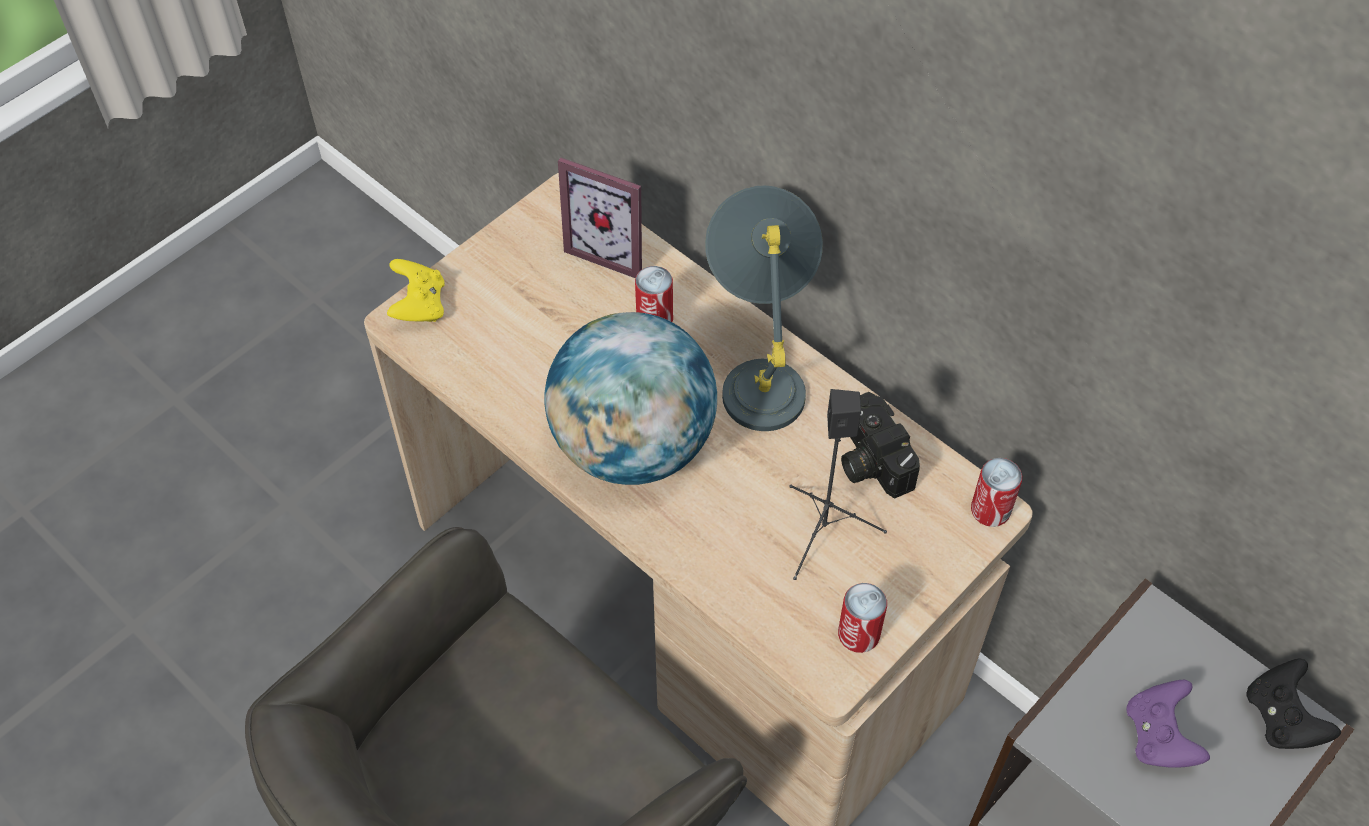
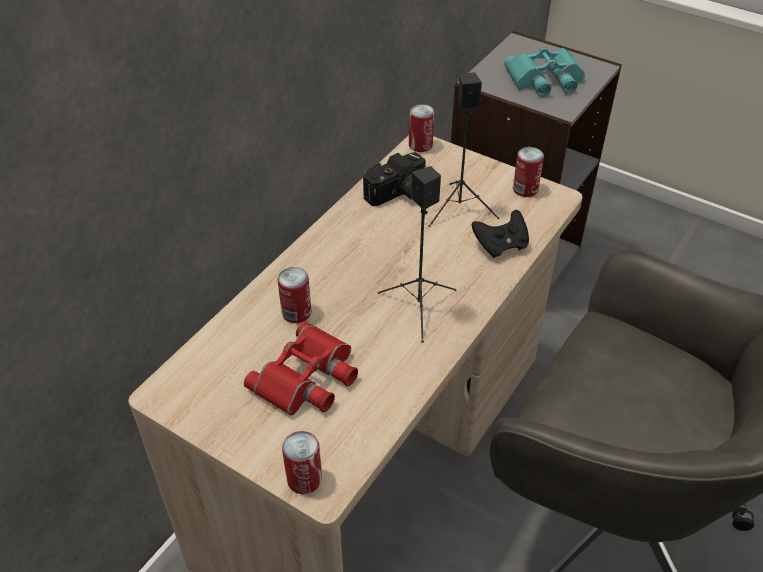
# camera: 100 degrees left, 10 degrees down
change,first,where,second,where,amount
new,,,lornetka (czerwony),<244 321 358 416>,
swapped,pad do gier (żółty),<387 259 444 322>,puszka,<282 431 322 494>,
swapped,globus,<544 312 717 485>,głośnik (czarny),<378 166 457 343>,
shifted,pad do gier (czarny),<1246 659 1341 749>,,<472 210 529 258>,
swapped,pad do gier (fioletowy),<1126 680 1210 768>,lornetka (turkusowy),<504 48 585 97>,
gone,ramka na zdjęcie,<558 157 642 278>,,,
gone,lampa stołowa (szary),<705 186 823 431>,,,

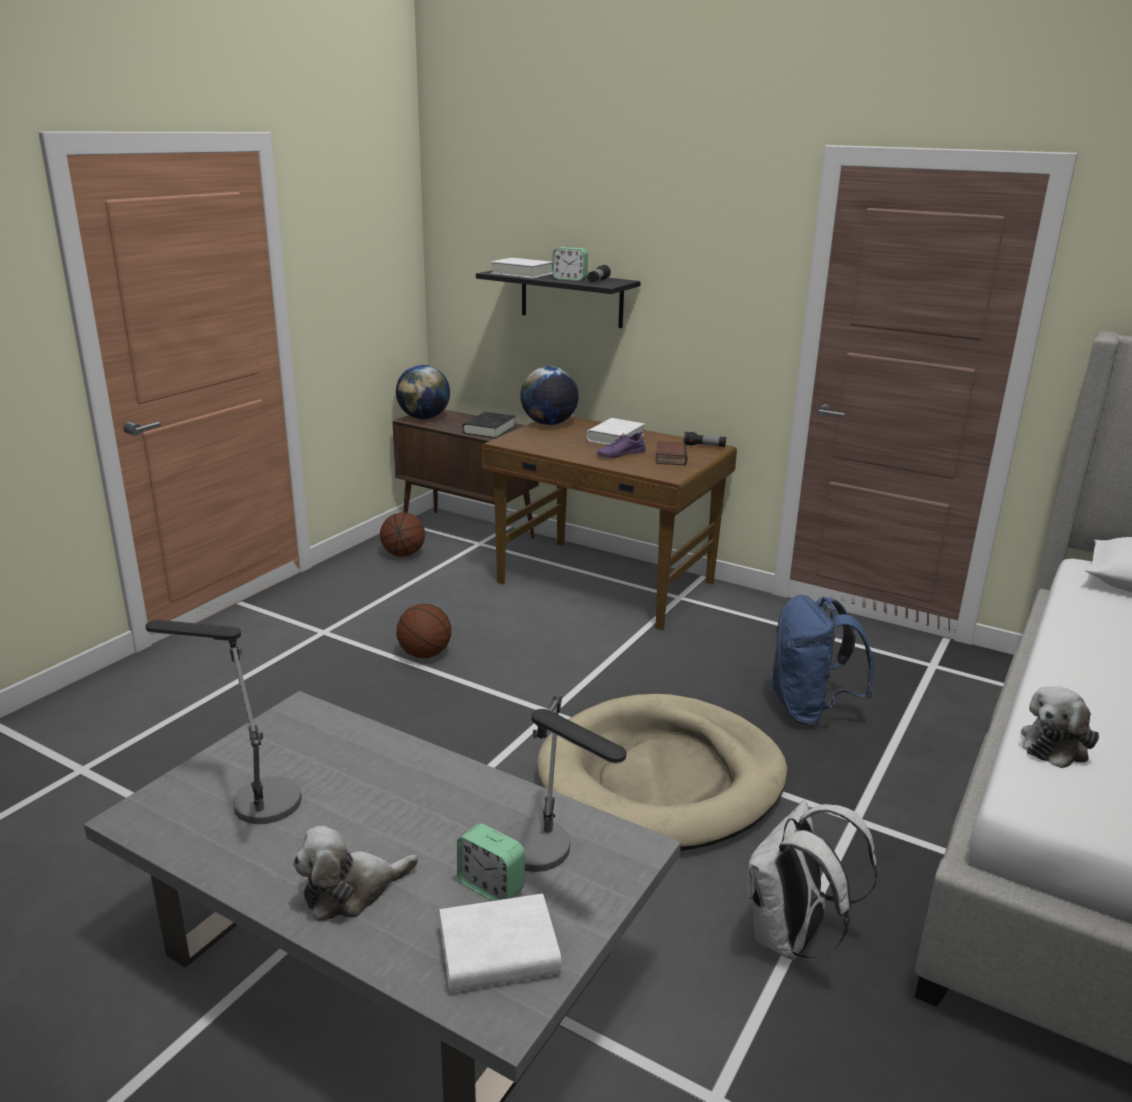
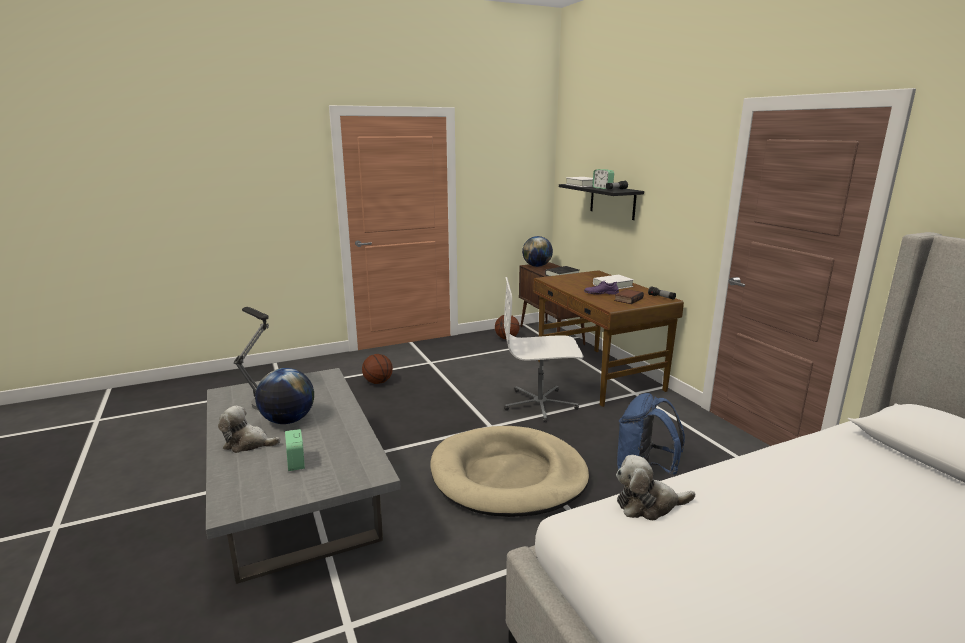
# camera: 35 degrees right, 5 degrees down
change,first,where,second,where,amount
shifted,globus,<520 366 579 425>,,<255 368 314 424>,
shifted,piłka do koszykówki,<397 604 451 658>,,<362 354 393 384>,
new,,,krzesło biurowe (biały),<504 277 583 423>,
gone,książka (biały),<439 894 561 992>,,,
gone,lampa stołowa,<504 696 627 872>,,,
gone,plecak (biały),<747 800 877 960>,,,

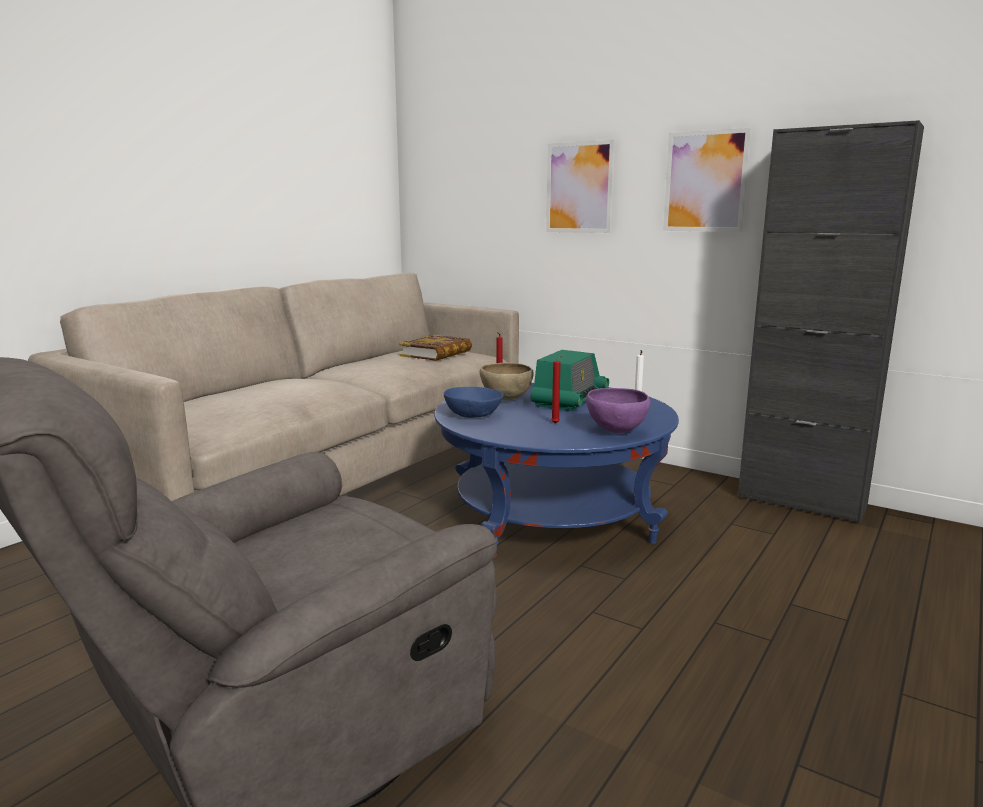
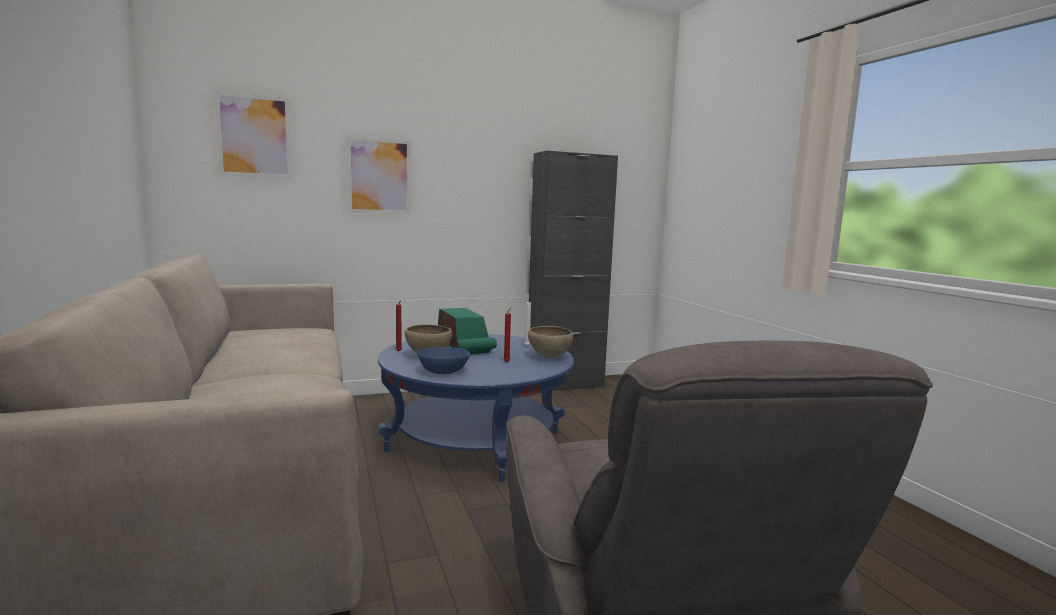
# camera: 55 degrees left, 5 degrees down
change,first,where,second,where,amount
shifted,obraz,<663 128 751 232>,,<215 92 292 178>,
repainted,miska (fioletowy),<586 388 651 433>,miska (brązowy),<528 326 573 358>,
gone,książka,<399 335 472 361>,,,

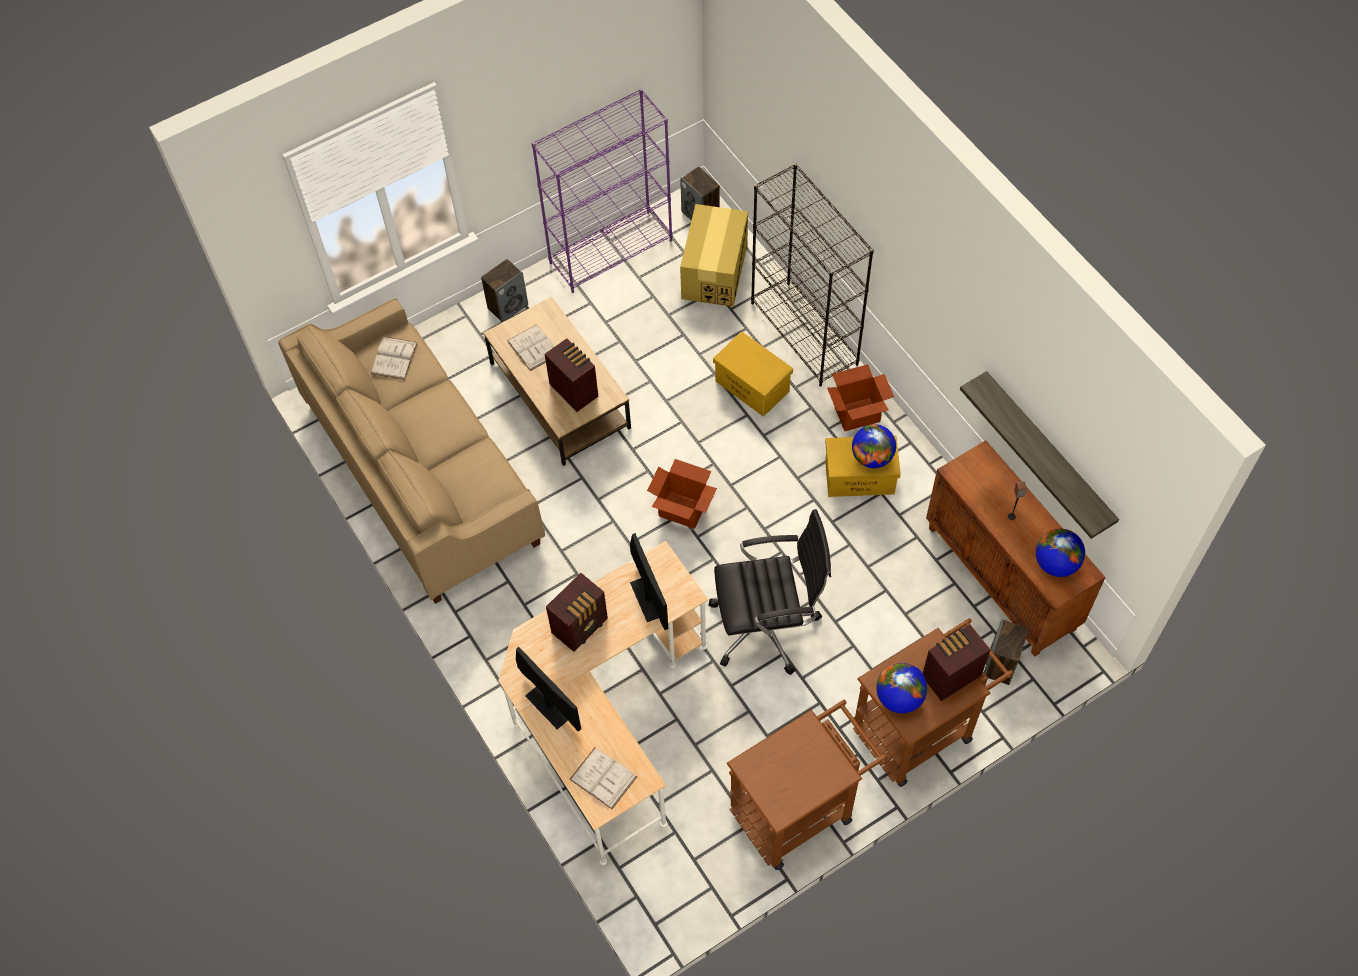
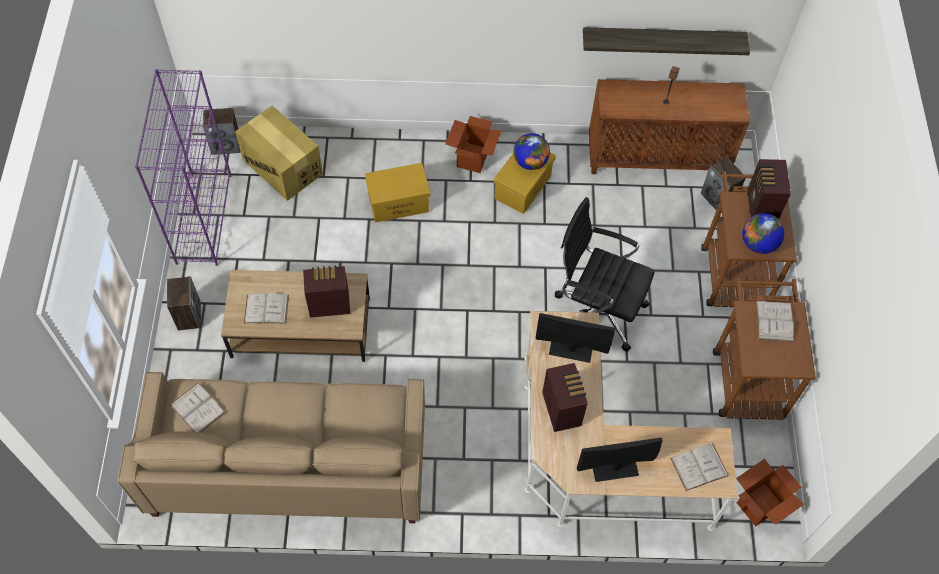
# camera: 60 degrees left, 0 degrees up
change,first,where,second,where,amount
rotated,krzesło biurowe (czarny),<709 509 831 675>,,<555 197 654 352>,90 degrees counterclockwise
shifted,karton,<647 459 717 529>,,<736 459 804 526>,
new,,,książka (biały),<756 300 794 342>,
gone,regał (czarny),<751 163 874 387>,,,
gone,globus,<1036 528 1085 577>,,,

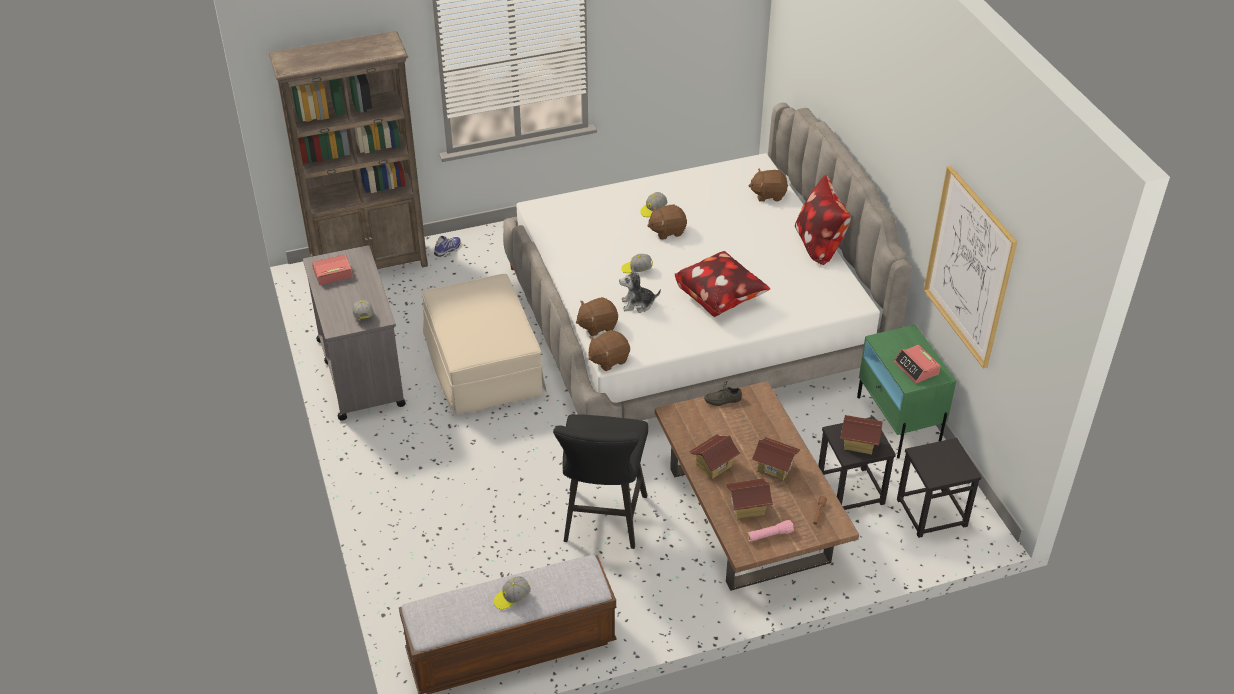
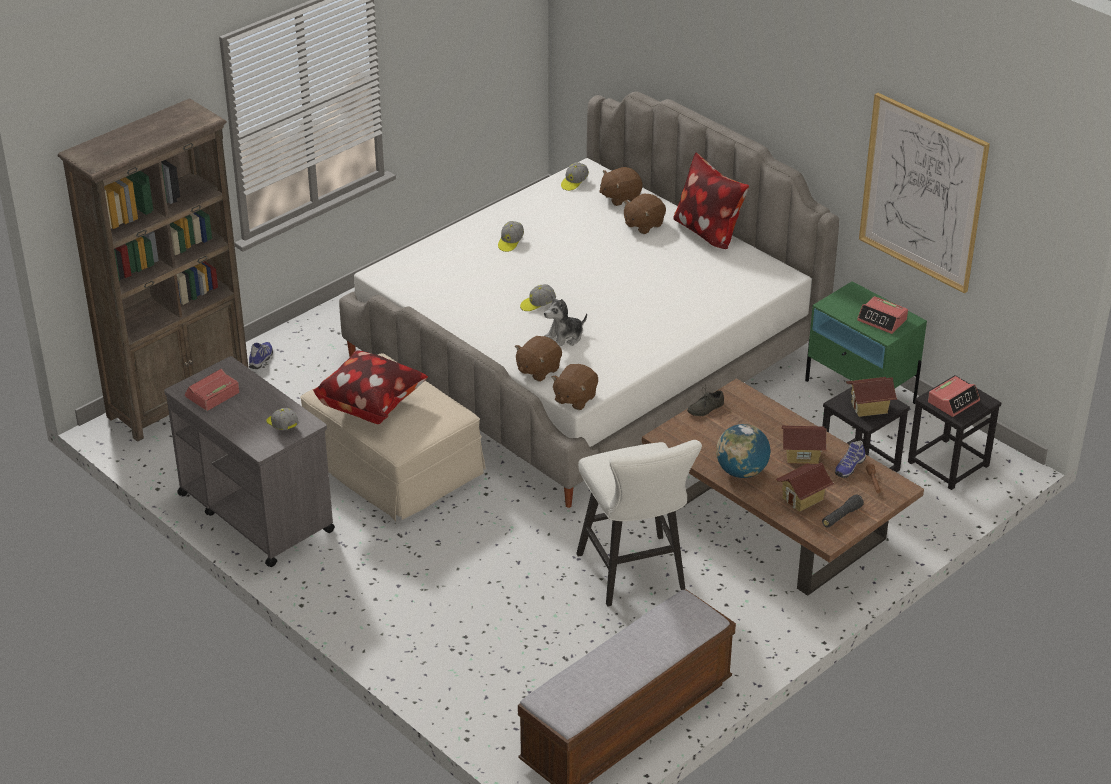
# camera: 25 degrees left, 5 degrees down
change,first,where,second,where,amount
shifted,poduszka,<675 251 770 317>,,<312 351 428 424>,
shifted,czapka z daszkiem,<494 576 531 609>,,<561 162 589 191>,
repainted,stołek (czarny),<553 414 648 549>,stołek (biały),<576 440 702 606>,
shifted,pluszak (brązowy),<647 204 687 240>,,<623 193 666 234>,
swapped,domek,<689 434 741 479>,globus,<716 424 770 478>,
repainted,latarka (różowy),<747 520 794 542>,latarka (czarny),<822 494 864 527>,
new,,,but,<835 441 866 478>,
new,,,budzik,<928 376 980 417>,

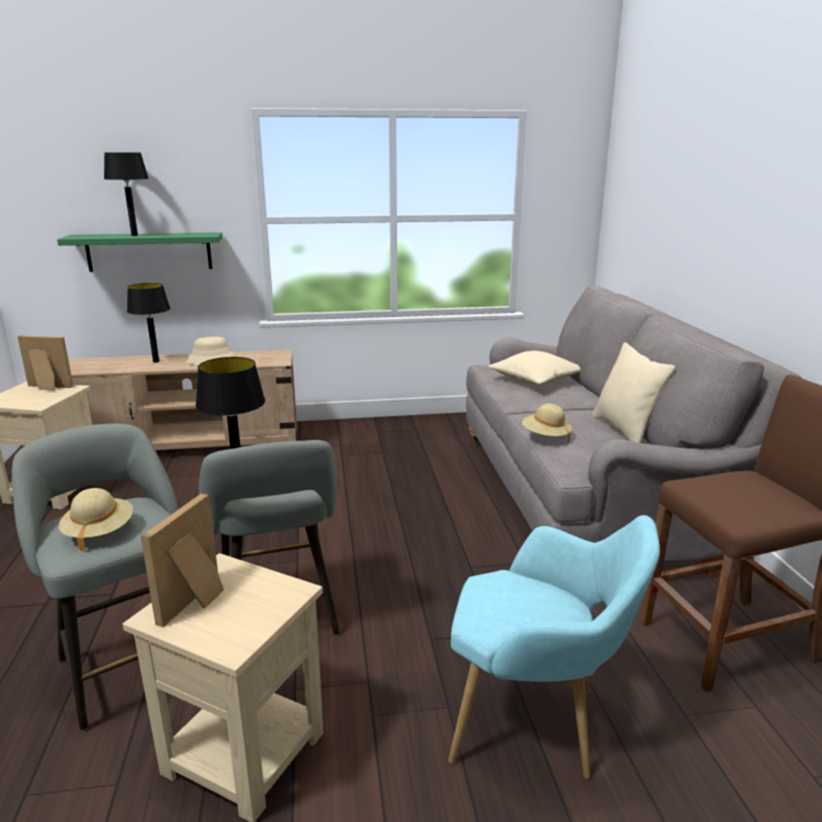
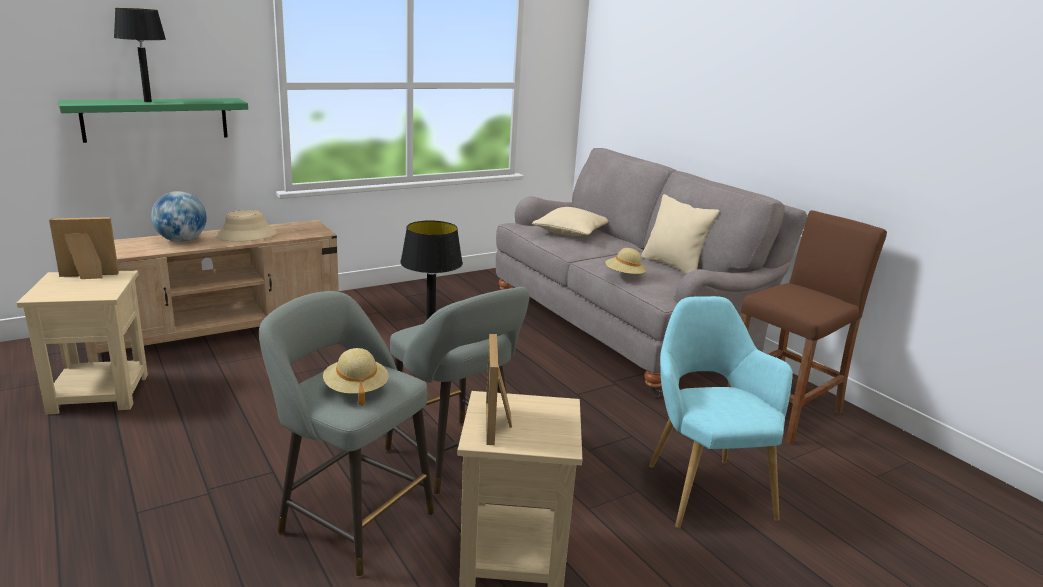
# camera: 25 degrees left, 0 degrees up
change,first,where,second,where,amount
swapped,lampa stołowa (czarny),<127 283 170 363>,globus,<151 191 207 242>,
rotated,fotel (turkusowy),<448 515 660 779>,,<649 296 793 528>,90 degrees counterclockwise

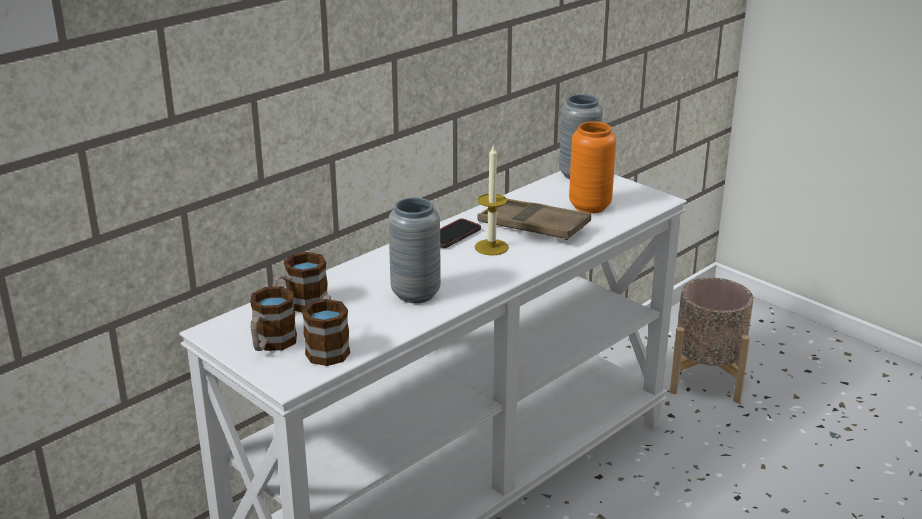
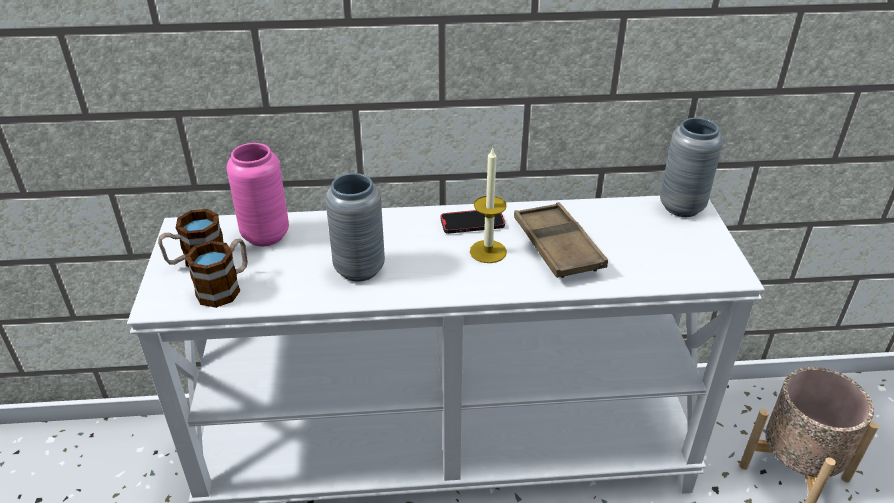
# camera: 40 degrees right, 10 degrees up
change,first,where,second,where,amount
swapped,kubek,<272 252 328 312>,wazon (różowy),<227 143 289 246>,
gone,wazon (pomarańczowy),<569 121 616 213>,,,

